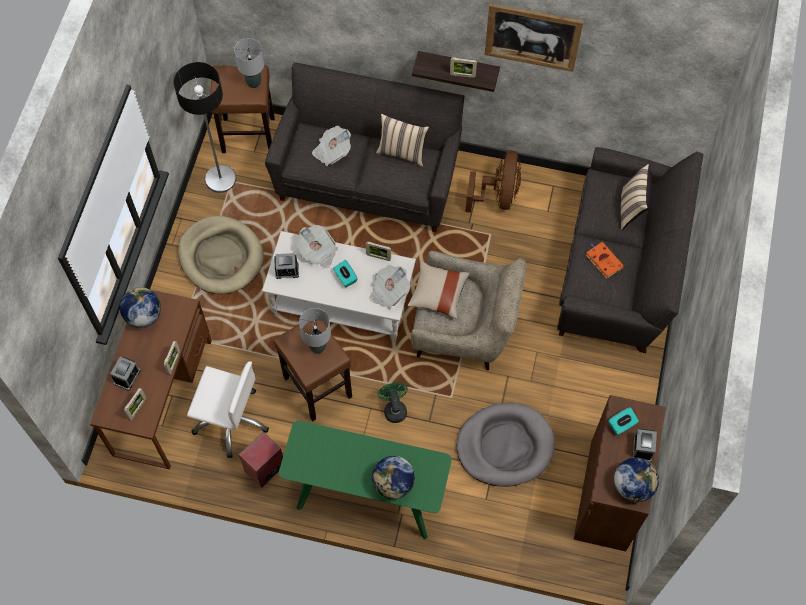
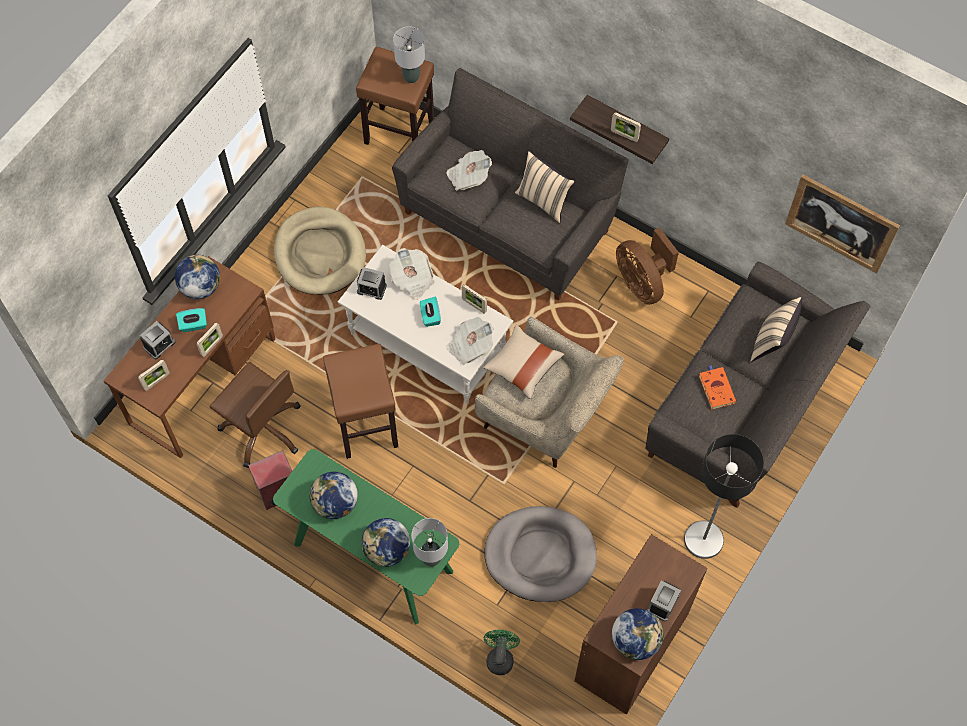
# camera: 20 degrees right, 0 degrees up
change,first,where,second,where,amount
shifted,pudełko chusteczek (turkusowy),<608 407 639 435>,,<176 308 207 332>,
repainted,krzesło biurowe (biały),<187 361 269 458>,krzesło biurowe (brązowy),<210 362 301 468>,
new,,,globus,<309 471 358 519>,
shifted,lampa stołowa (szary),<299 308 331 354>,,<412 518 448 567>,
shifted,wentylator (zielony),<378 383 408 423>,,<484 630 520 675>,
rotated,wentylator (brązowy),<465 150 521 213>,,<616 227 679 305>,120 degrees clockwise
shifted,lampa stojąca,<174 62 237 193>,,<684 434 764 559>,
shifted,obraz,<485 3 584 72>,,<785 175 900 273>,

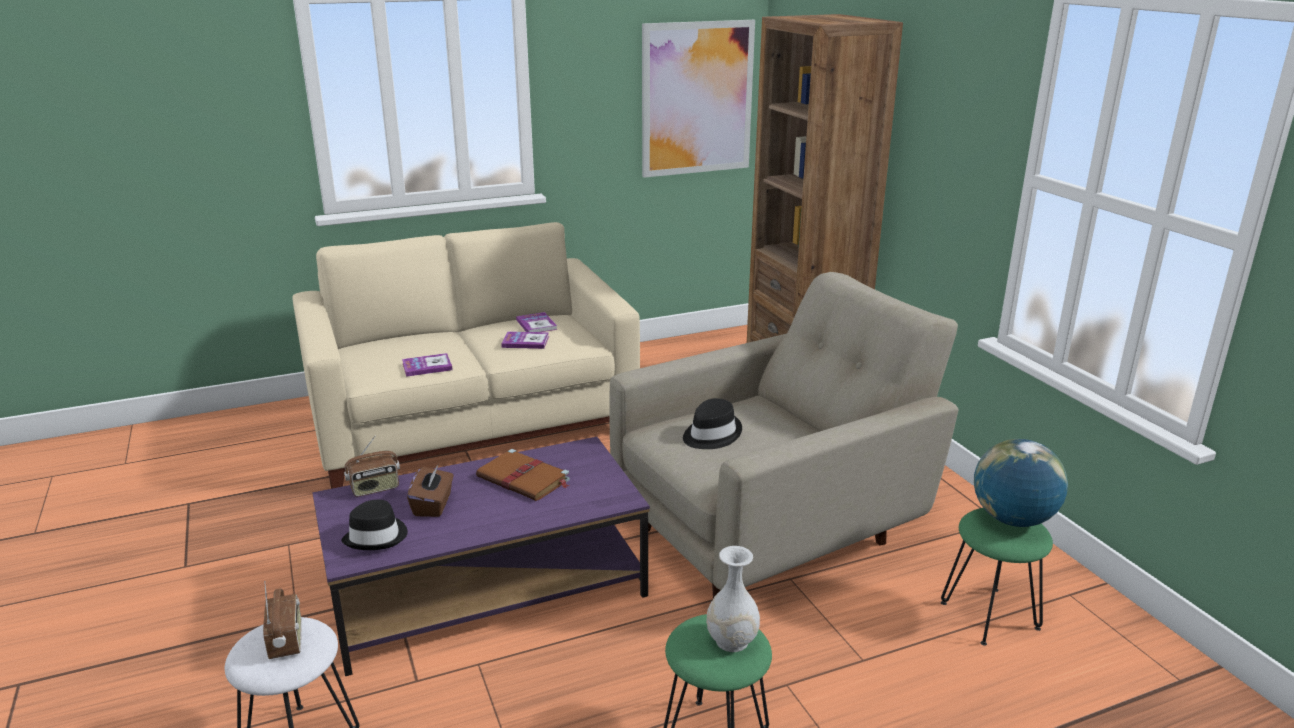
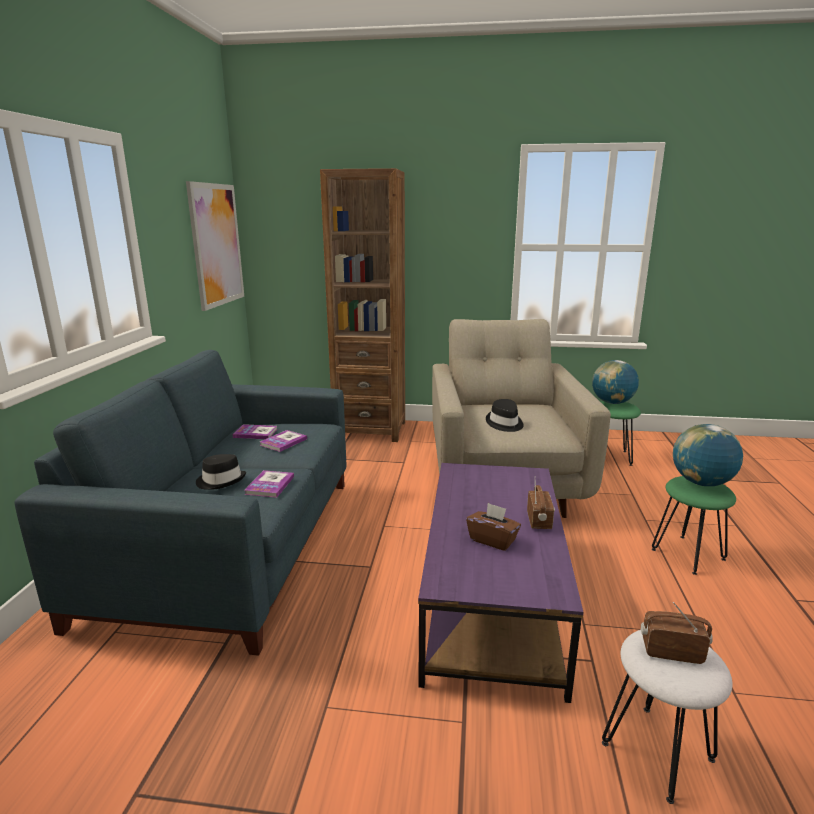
# camera: 60 degrees left, 5 degrees down
change,first,where,second,where,amount
repainted,kanapa (beżowy),<292 222 640 489>,kanapa (niebieski),<15 350 346 656>,
shifted,kapelusz (czarny),<341 500 408 550>,,<196 454 246 490>,
shifted,radio,<344 436 400 497>,,<527 482 555 529>,
swapped,wazon (biały),<706 546 760 652>,globus,<673 424 743 486>,
gone,książka (brązowy),<476 449 570 501>,,,

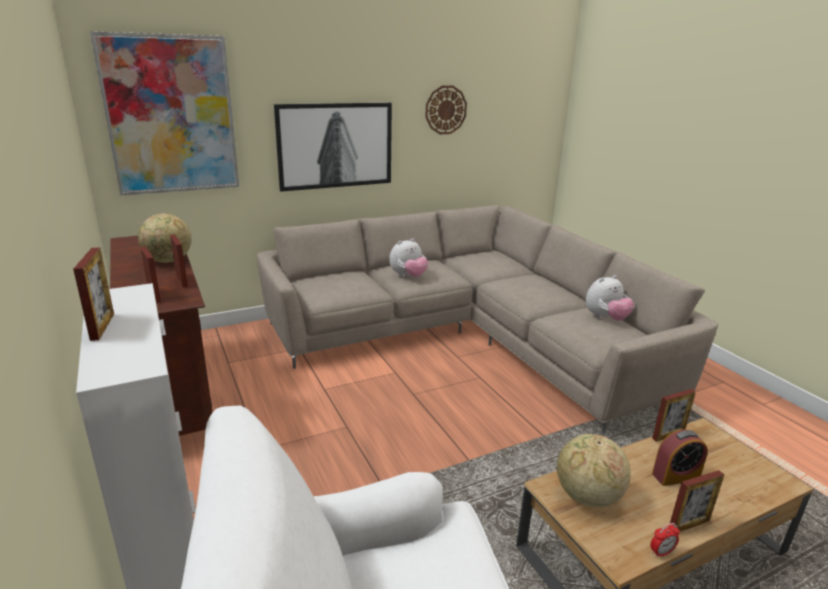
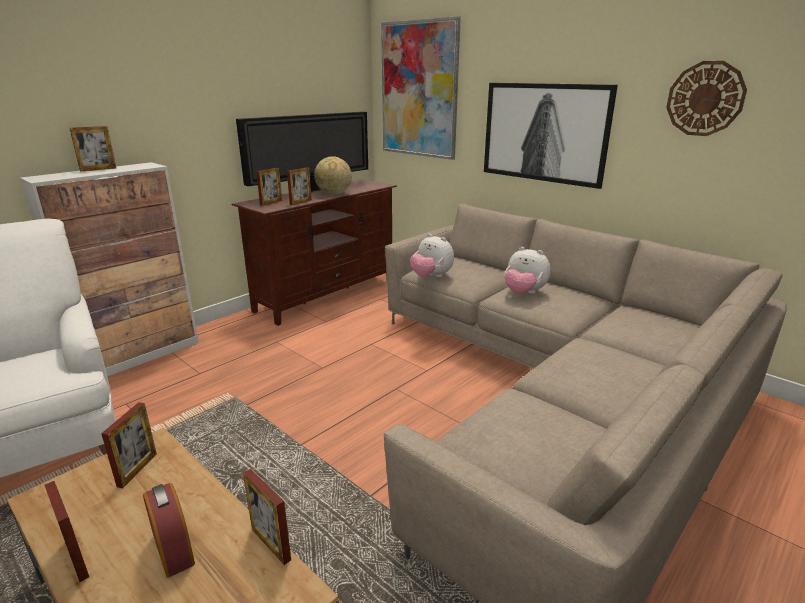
# camera: 70 degrees right, 0 degrees up
change,first,where,second,where,amount
swapped,globus,<557 434 631 507>,ramka na zdjęcie,<101 402 157 488>,
new,,,telewizor,<236 112 368 192>,
shifted,pluszak,<586 275 634 321>,,<410 234 454 278>,
gone,budzik,<651 523 680 558>,,,

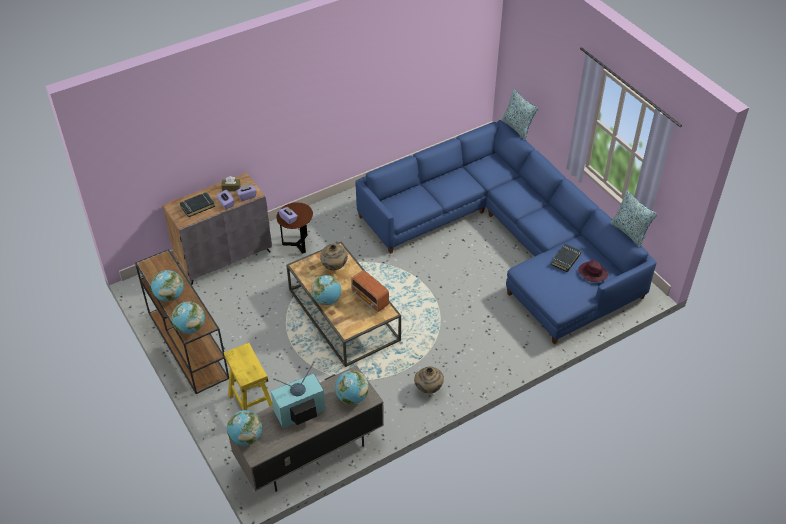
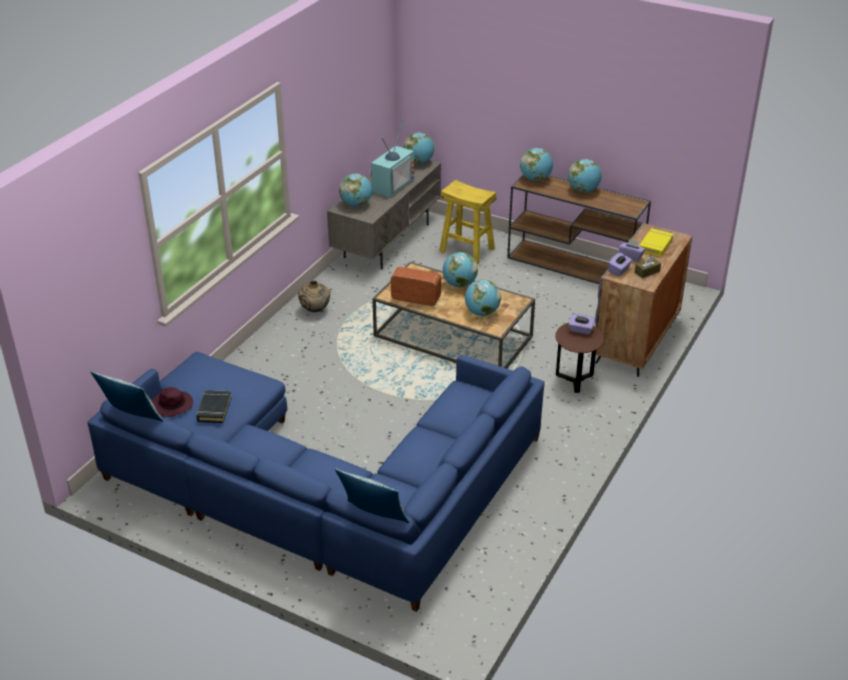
# camera: 150 degrees right, 10 degrees down
change,first,where,second,where,amount
swapped,wazon (beżowy),<320 243 348 271>,globus,<465 280 501 316>,
repainted,książka (czarny),<180 192 215 218>,książka (żółty),<639 228 673 257>,

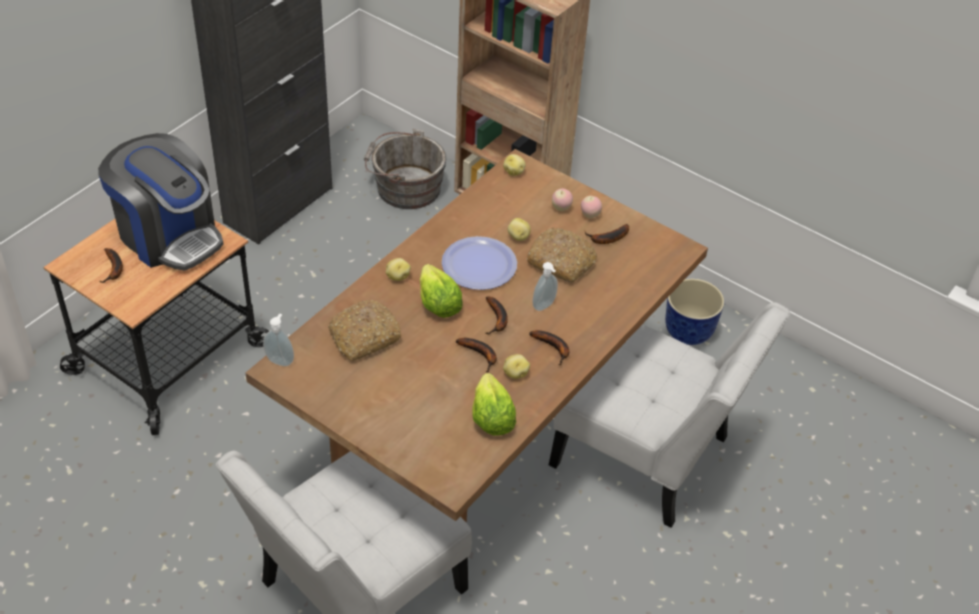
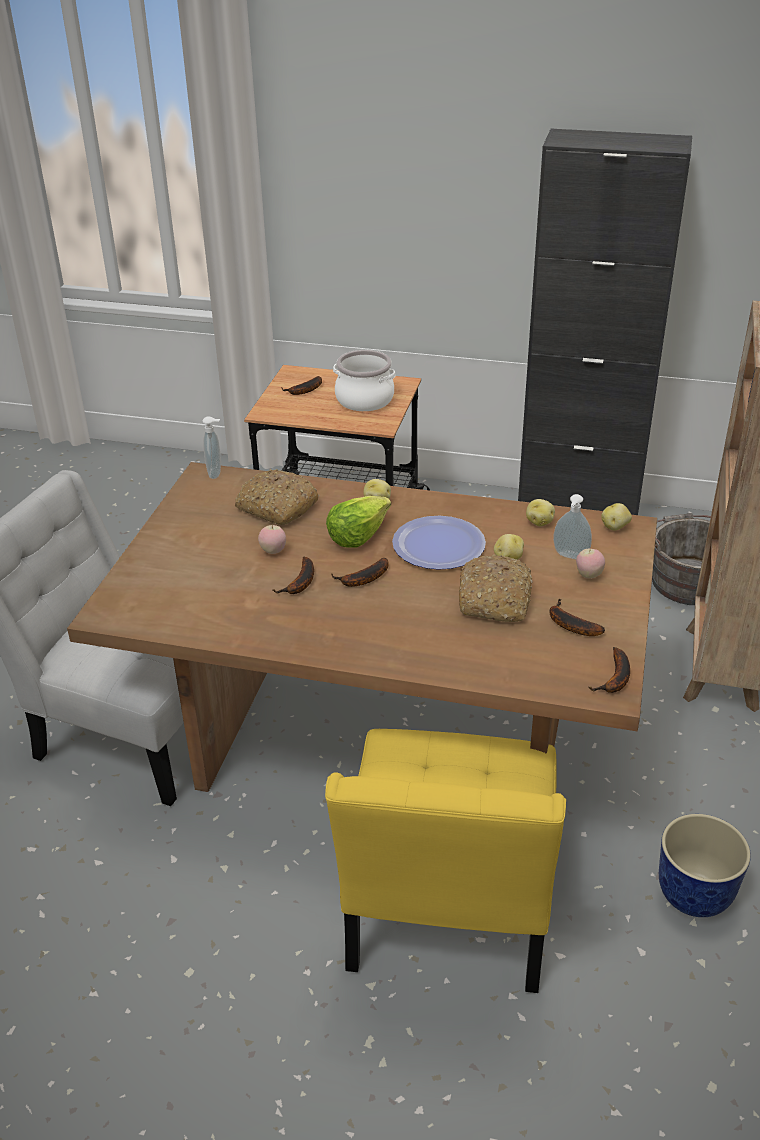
# camera: 70 degrees right, 10 degrees down
change,first,where,second,where,amount
shifted,jabłko,<581 196 602 218>,,<258 525 286 554>,
repainted,krzesło (biały),<549 302 790 528>,krzesło (żółty),<325 729 566 993>,
swapped,ekspres do kawy,<98 133 224 271>,garnek,<333 350 396 411>,
shifted,ziemniak,<503 354 530 379>,,<526 499 555 526>,
shifted,dozownik mydła,<532 262 558 311>,,<553 494 592 559>,
shifted,banan,<529 330 569 365>,,<588 647 630 693>,
gone,sałata,<472 373 516 436>,,,

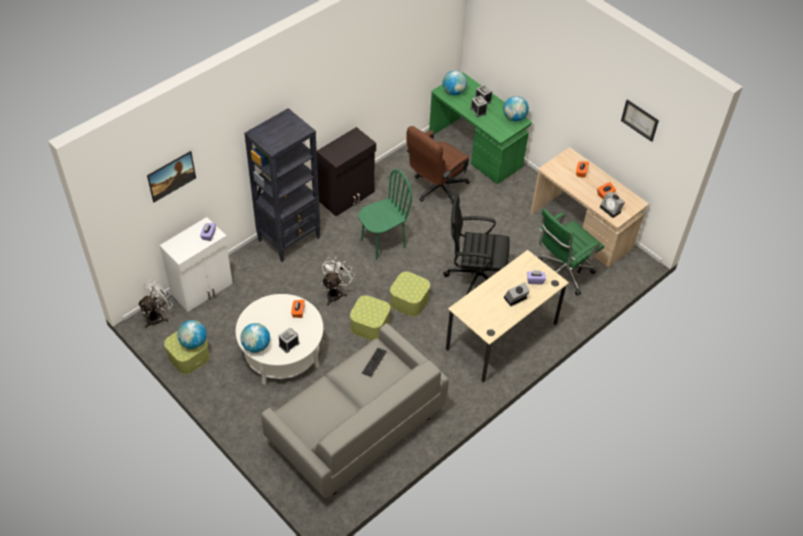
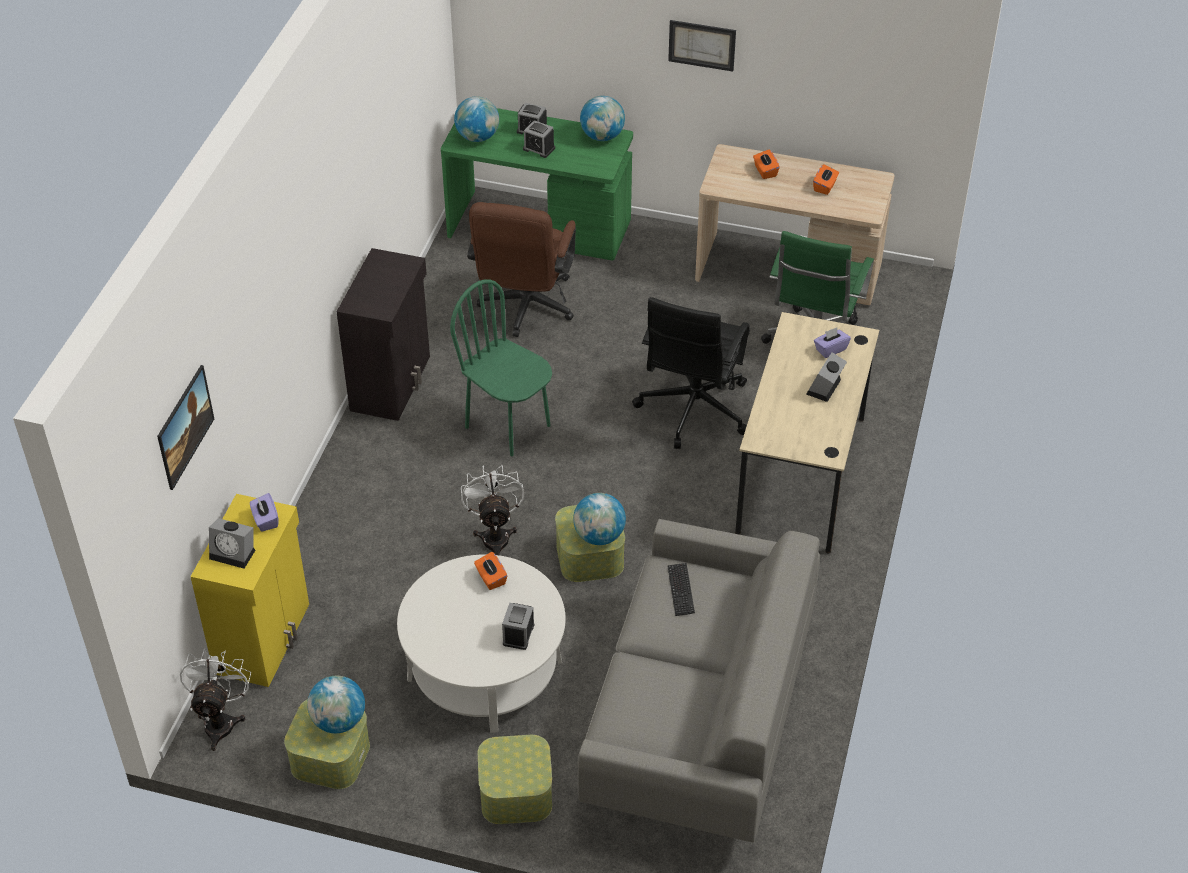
# camera: 30 degrees left, 5 degrees down
change,first,where,second,where,amount
repainted,szafka (biały),<160 217 233 312>,szafka (żółty),<190 494 309 687>,
shifted,budzik,<600 191 625 218>,,<209 518 255 569>,
rotated,krzesło (zielony),<358 169 412 260>,,<450 279 552 456>,75 degrees counterclockwise
shifted,pojemnik do przechowywania,<390 272 430 317>,,<478 735 552 824>,
shifted,globus,<240 323 270 353>,,<573 493 626 545>,
rotated,krzesło biurowe (czarny),<443 193 510 295>,,<632 297 750 449>,45 degrees counterclockwise
shifted,obraz,<621 99 659 142>,,<668 20 736 71>,
gone,regał (czarny),<244 108 321 262>,,,

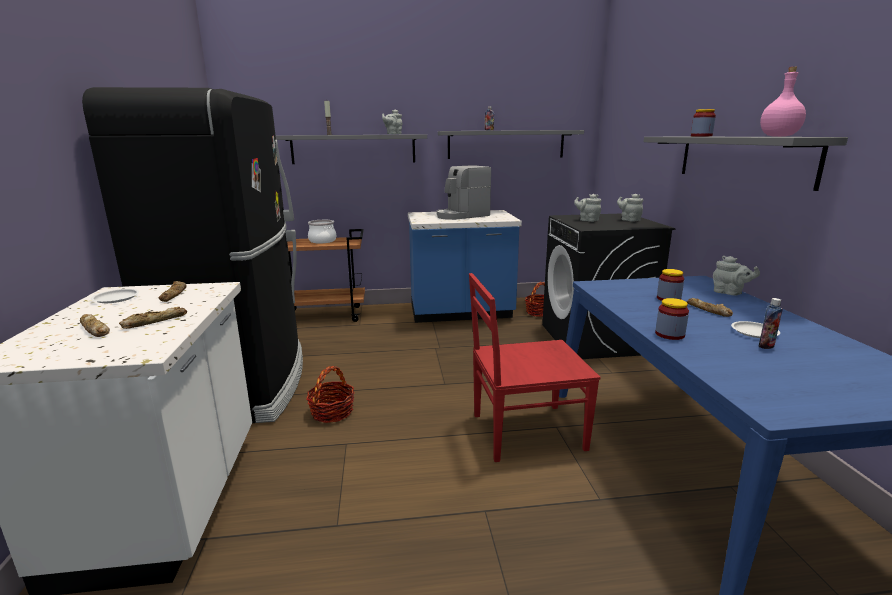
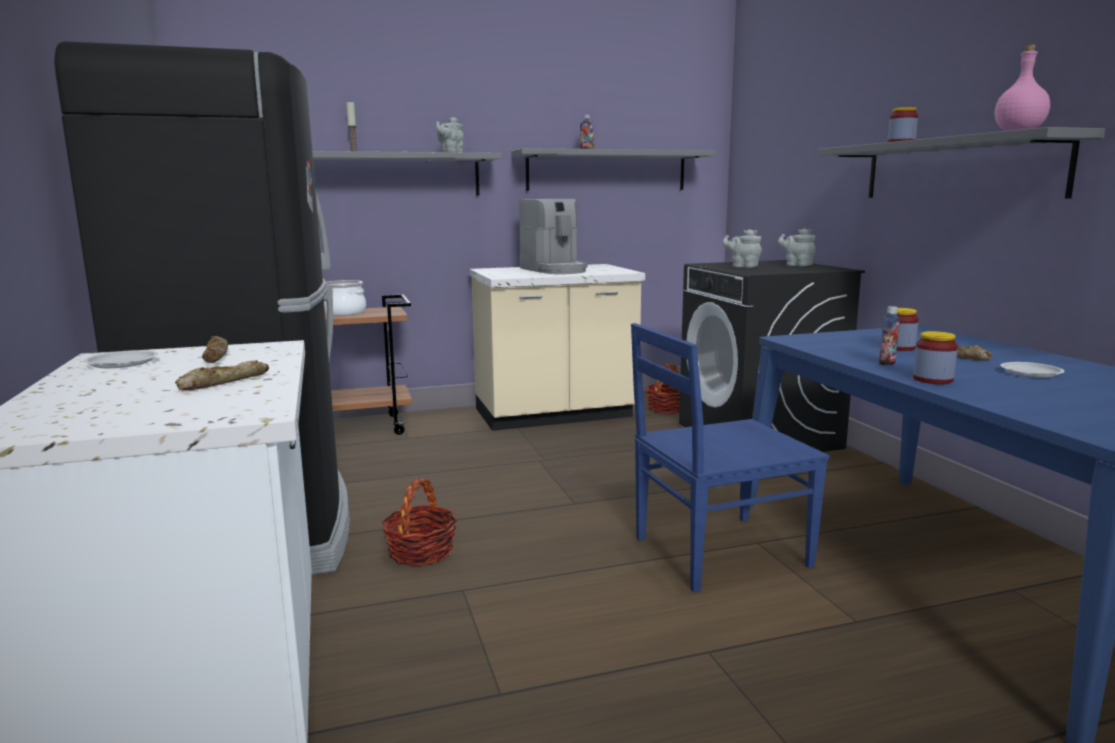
# camera: 10 degrees left, 5 degrees down
change,first,where,second,where,amount
repainted,zabudowa kuchenna (niebieski),<408 210 522 323>,zabudowa kuchenna (beżowy),<470 264 645 431>,
rotated,ekspres do kawy,<436 165 491 220>,,<519 199 588 274>,75 degrees counterclockwise
repainted,krzesło (czerwony),<469 273 601 462>,krzesło (niebieski),<631 323 830 592>,
shifted,butelka,<759 298 783 349>,,<879 306 900 365>,
gone,chleb,<80 314 110 337>,,,
gone,imbryk (szary),<713 256 760 296>,,,

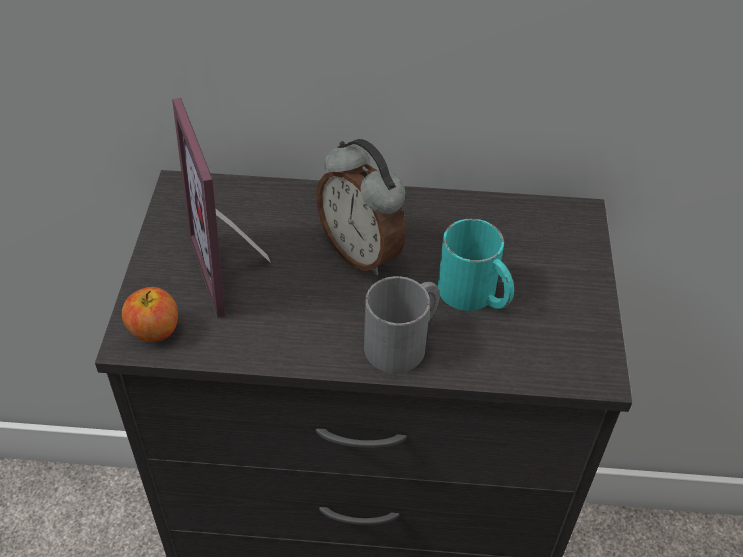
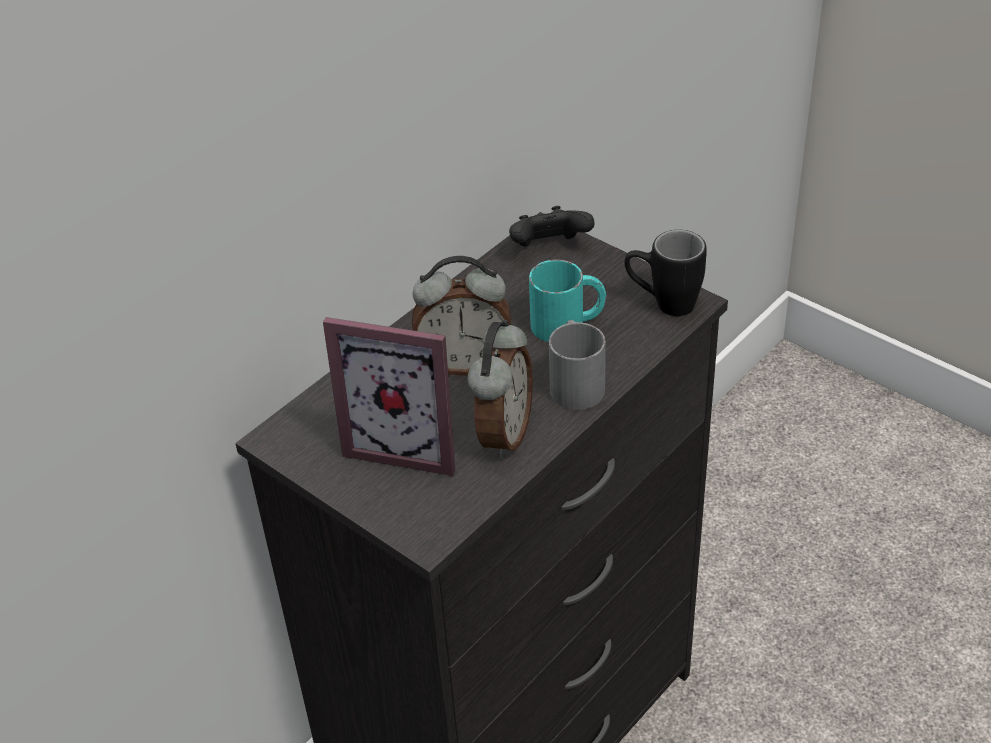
# camera: 50 degrees left, 5 degrees down
change,first,where,second,where,amount
new,,,budzik,<468 320 533 459>,
new,,,pad do gier (czarny),<509 206 595 247>,
new,,,kubek (czarny),<625 230 707 316>,
gone,jabłko,<122 287 178 342>,,,

